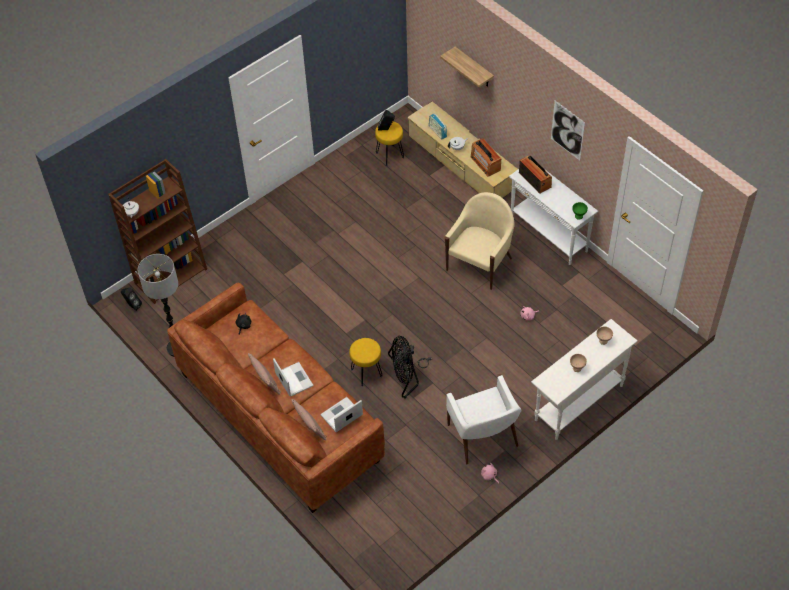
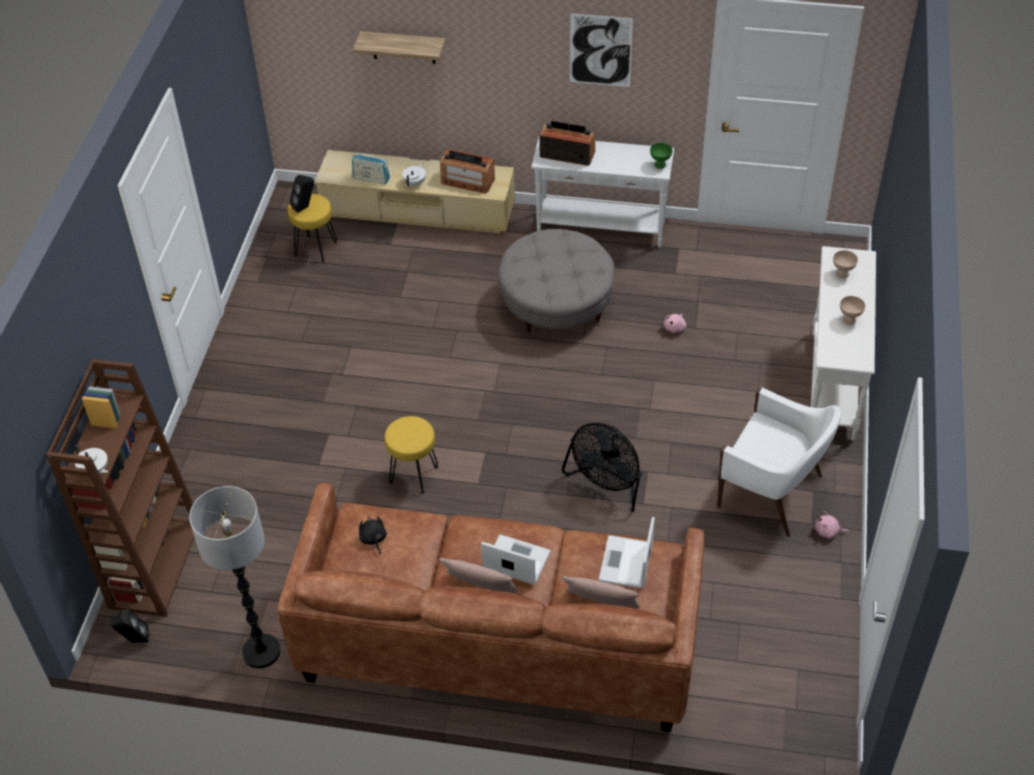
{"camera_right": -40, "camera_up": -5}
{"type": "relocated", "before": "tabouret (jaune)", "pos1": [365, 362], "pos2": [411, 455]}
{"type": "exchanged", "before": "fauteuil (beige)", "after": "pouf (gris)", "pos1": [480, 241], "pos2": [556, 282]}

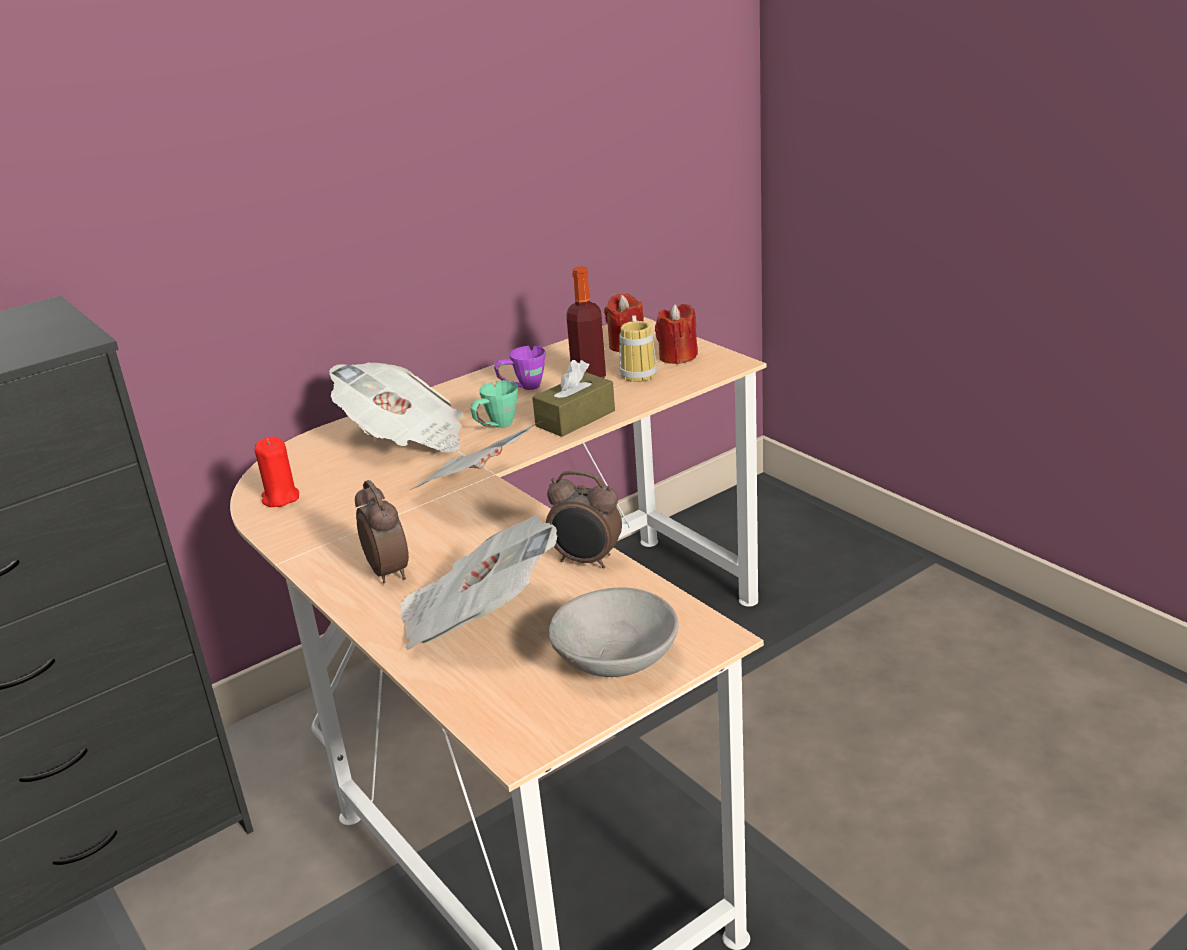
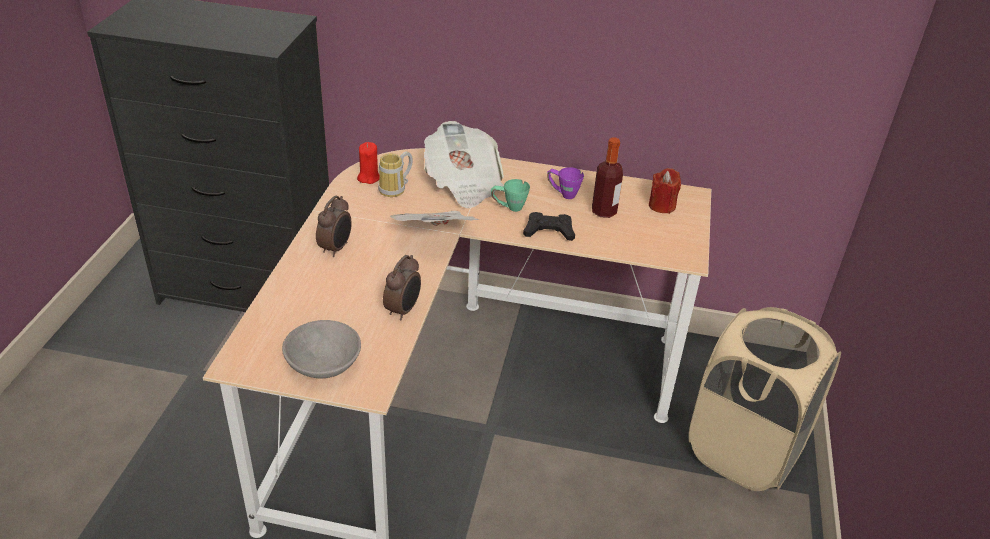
{"camera_right": 45, "camera_up": 10}
{"type": "relocated", "before": "mug", "pos1": [638, 348], "pos2": [395, 174]}
{"type": "spun", "before": "réveil", "pos1": [584, 519], "pos2": [402, 288], "turn": -135}
{"type": "exchanged", "before": "boîte à mouchoirs (marron)", "after": "manette (noir)", "pos1": [573, 398], "pos2": [549, 226]}
{"type": "appeared", "after": "panier à linge (beige)", "pos2": [764, 399]}
{"type": "missing", "before": "journal", "pos1": [478, 582]}
{"type": "missing", "before": "bougie (rouge)", "pos1": [676, 334]}

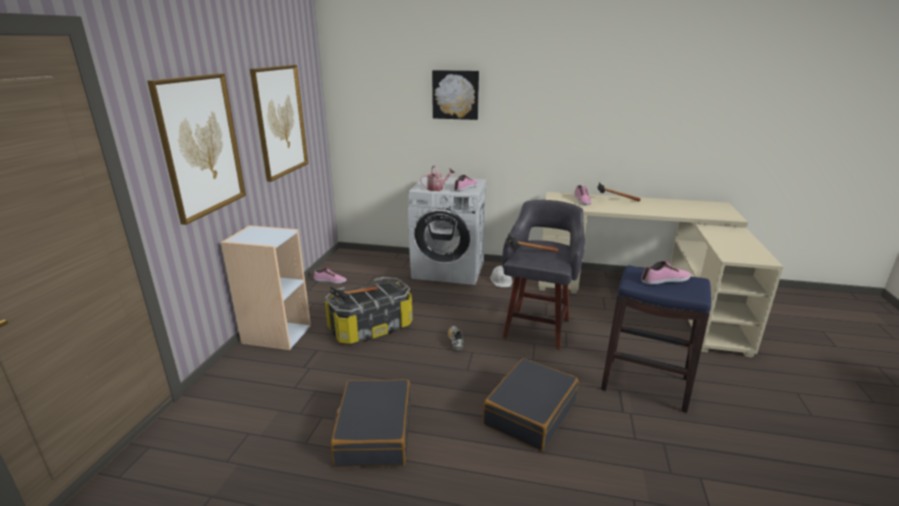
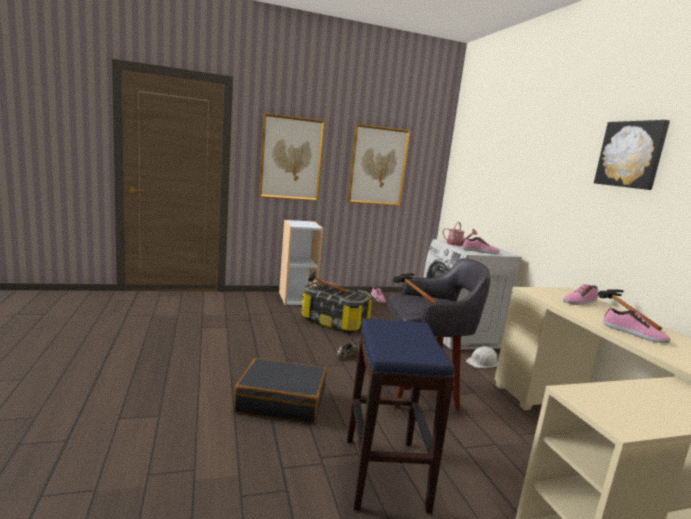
{"camera_right": 60, "camera_up": -10}
{"type": "relocated", "before": "tableau", "pos1": [455, 95], "pos2": [632, 155]}
{"type": "relocated", "before": "chaussure", "pos1": [666, 273], "pos2": [636, 325]}
{"type": "missing", "before": "valise (noir)", "pos1": [371, 423]}

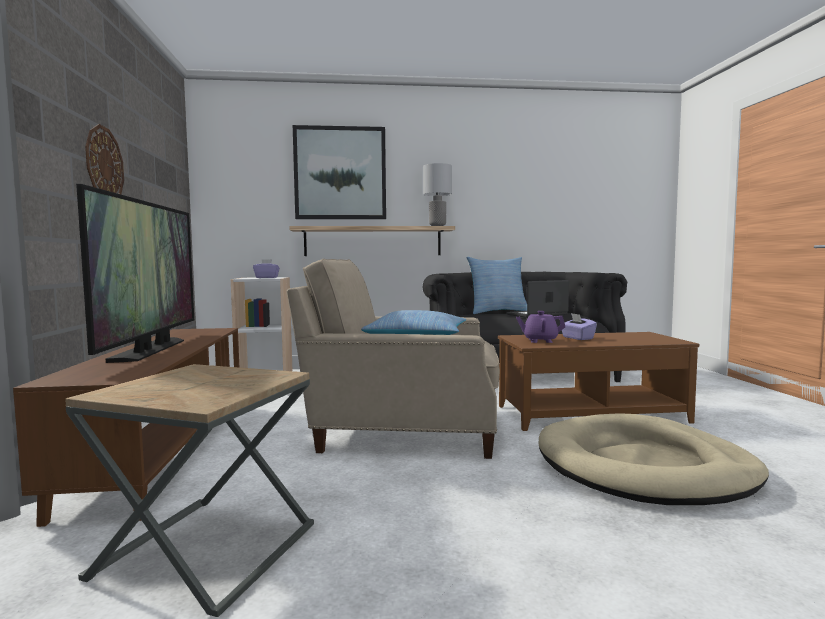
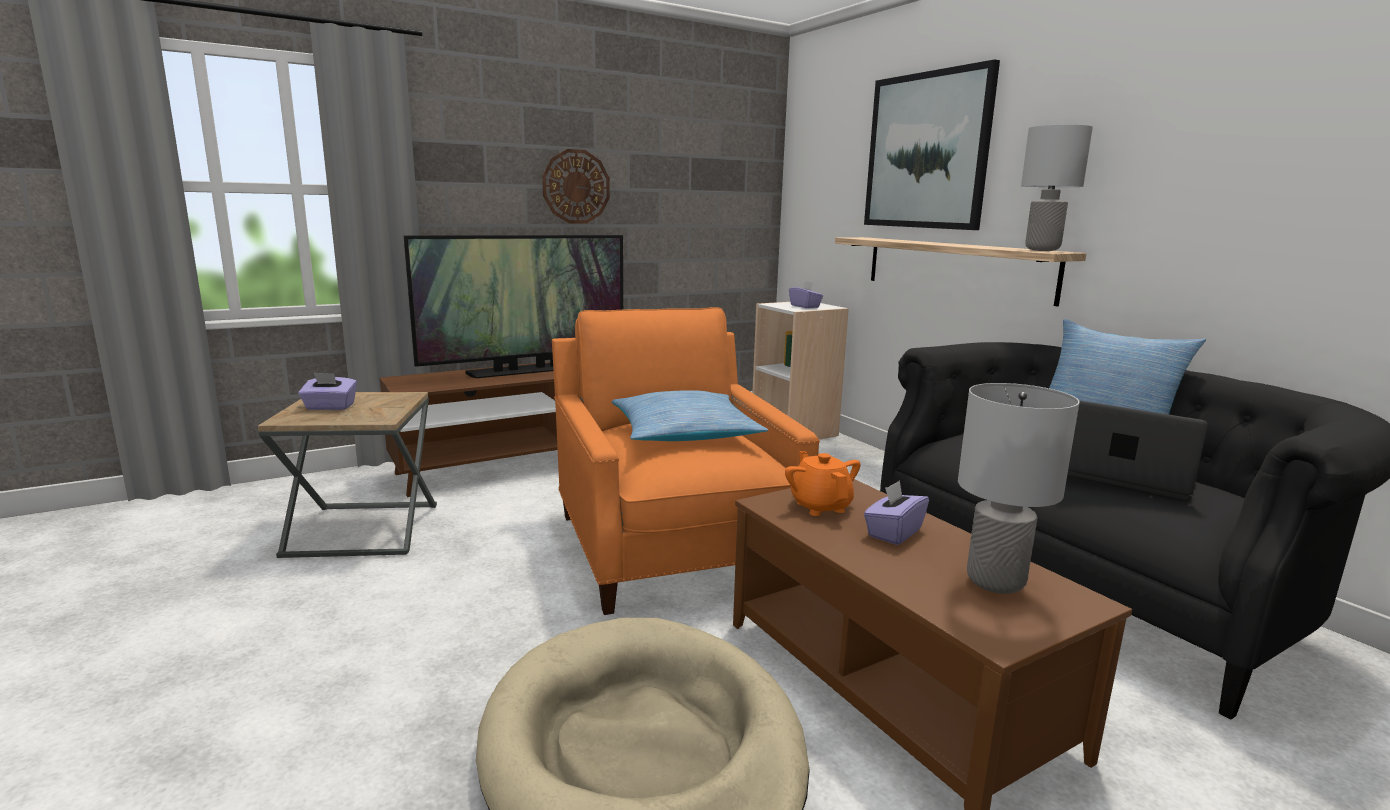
{"camera_right": 65, "camera_up": 10}
{"type": "appeared", "after": "boîte à mouchoirs (violet)", "pos2": [327, 391]}
{"type": "colour", "before": "fauteuil (beige)", "after": "fauteuil (orange)", "pos1": [393, 359], "pos2": [686, 461]}
{"type": "colour", "before": "théière (violet)", "after": "théière (orange)", "pos1": [540, 327], "pos2": [823, 483]}
{"type": "appeared", "after": "lampe de table (gris)", "pos2": [1019, 488]}

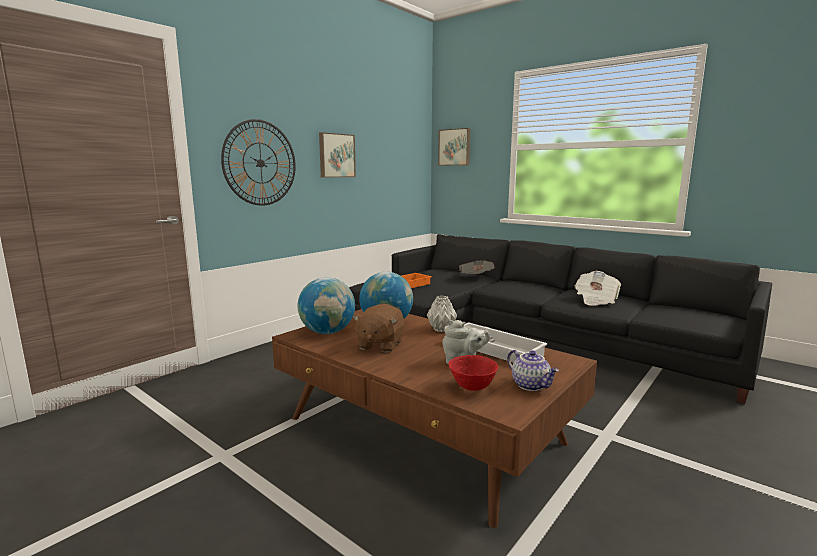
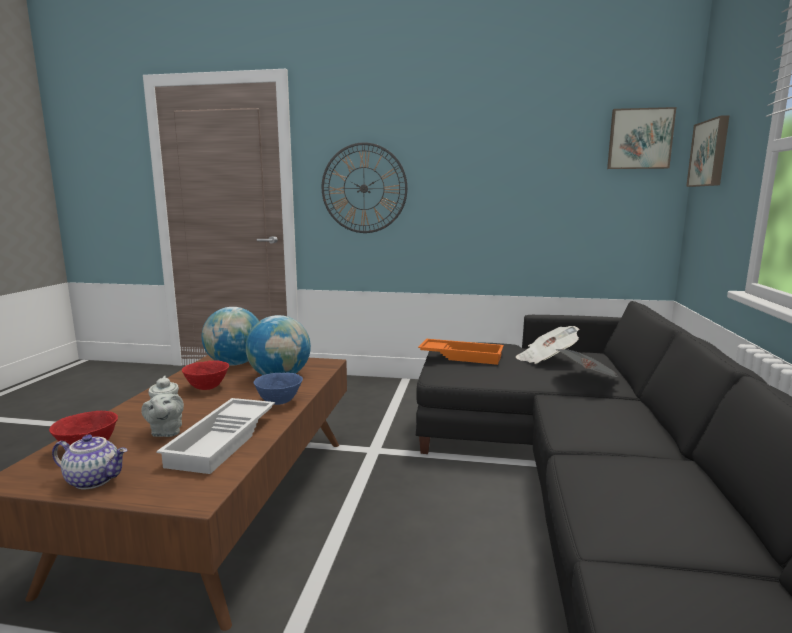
{"camera_right": 60, "camera_up": 0}
{"type": "spun", "before": "théière", "pos1": [533, 370], "pos2": [89, 461], "turn": -105}
{"type": "exchanged", "before": "peluche (marron)", "after": "bol (rouge)", "pos1": [378, 328], "pos2": [205, 375]}
{"type": "exchanged", "before": "vase (gris)", "after": "bol (bleu)", "pos1": [442, 314], "pos2": [278, 388]}
{"type": "relocated", "before": "journal", "pos1": [598, 288], "pos2": [547, 345]}
{"type": "relocated", "before": "tableau", "pos1": [337, 154], "pos2": [641, 138]}

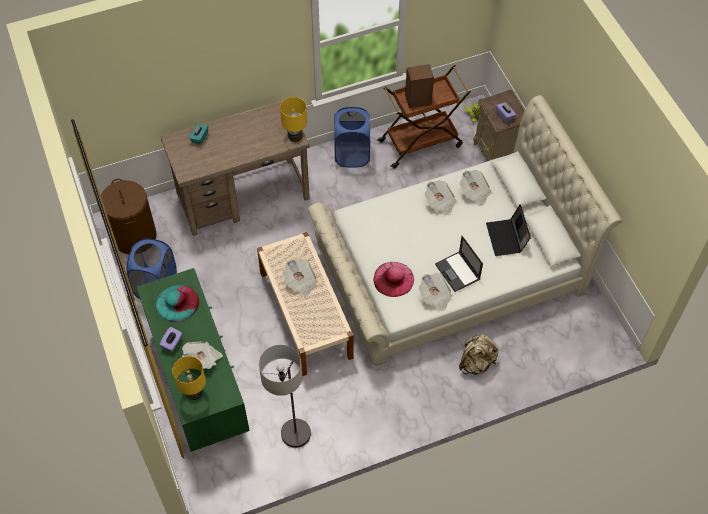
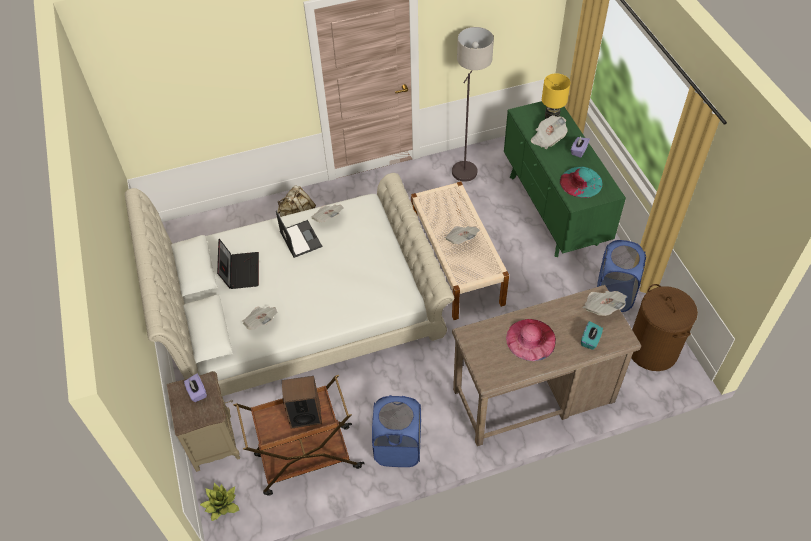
{"camera_right": -175, "camera_up": -5}
{"type": "relocated", "before": "chapeau (rose)", "pos1": [394, 279], "pos2": [531, 340]}
{"type": "relocated", "before": "journal", "pos1": [441, 197], "pos2": [605, 303]}
{"type": "missing", "before": "lampe de table (jaune)", "pos1": [293, 119]}

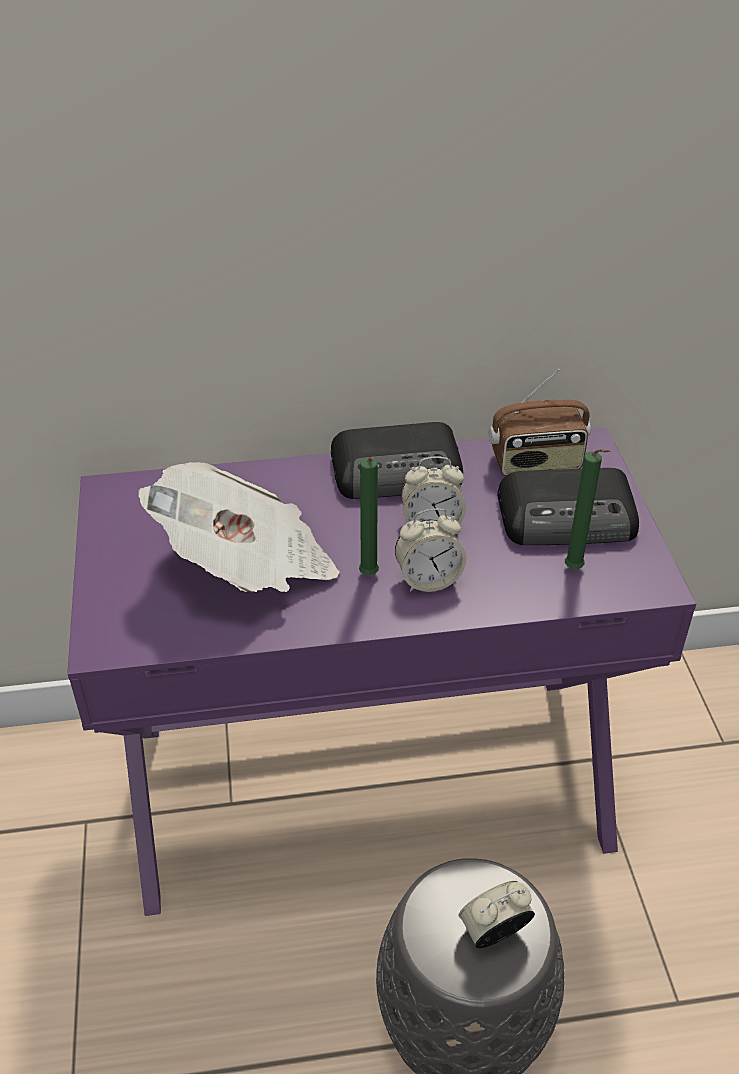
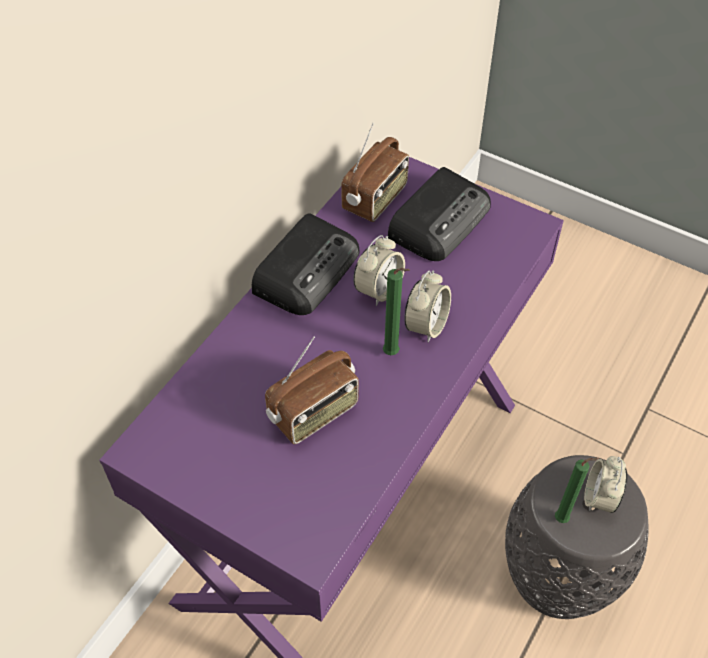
{"camera_right": -50, "camera_up": 10}
{"type": "exchanged", "before": "journal", "after": "radio", "pos1": [239, 527], "pos2": [312, 390]}
{"type": "relocated", "before": "bougie (vert)", "pos1": [587, 509], "pos2": [577, 490]}

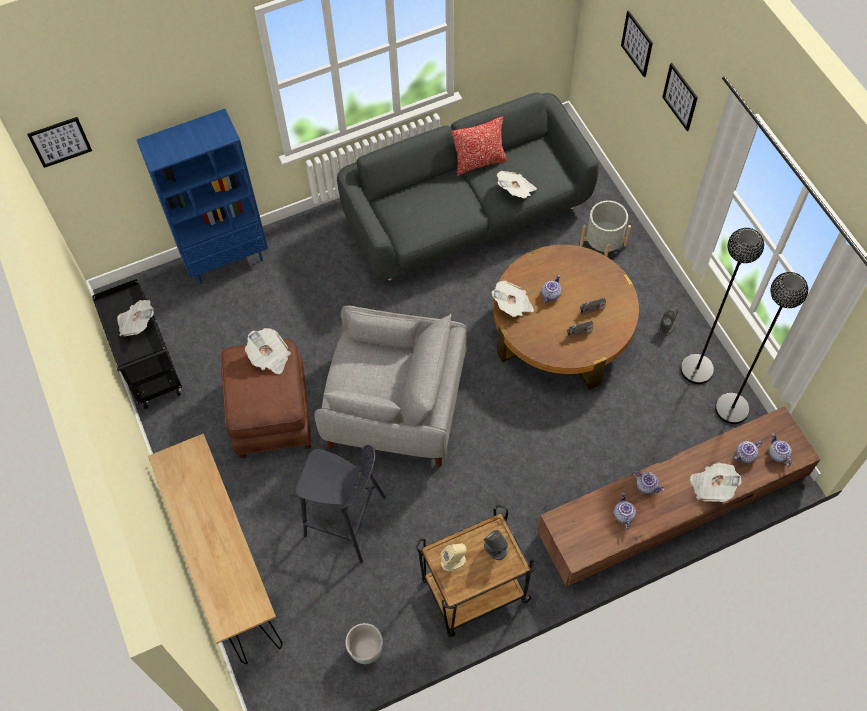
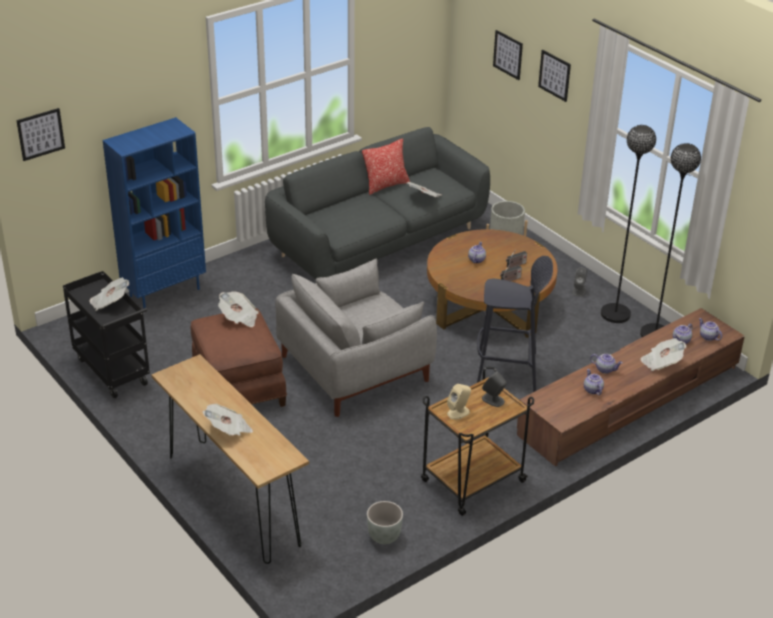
{"camera_right": -15, "camera_up": -25}
{"type": "relocated", "before": "journal", "pos1": [513, 299], "pos2": [227, 420]}
{"type": "spun", "before": "fauteuil (gris)", "pos1": [390, 386], "pos2": [356, 338], "turn": 150}
{"type": "relocated", "before": "tabouret (gris)", "pos1": [340, 504], "pos2": [515, 324]}

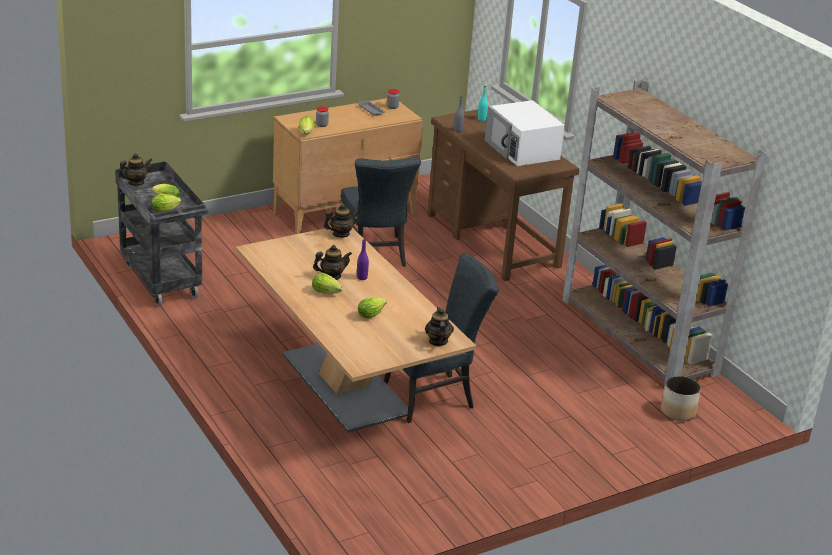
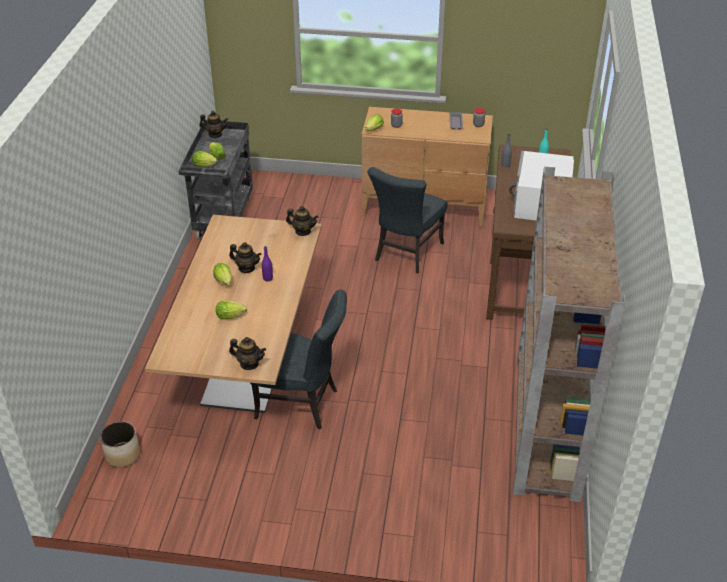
{"camera_right": 40, "camera_up": 10}
{"type": "relocated", "before": "cache-pot", "pos1": [681, 398], "pos2": [120, 444]}
{"type": "spun", "before": "théière", "pos1": [439, 326], "pos2": [247, 353], "turn": 75}

